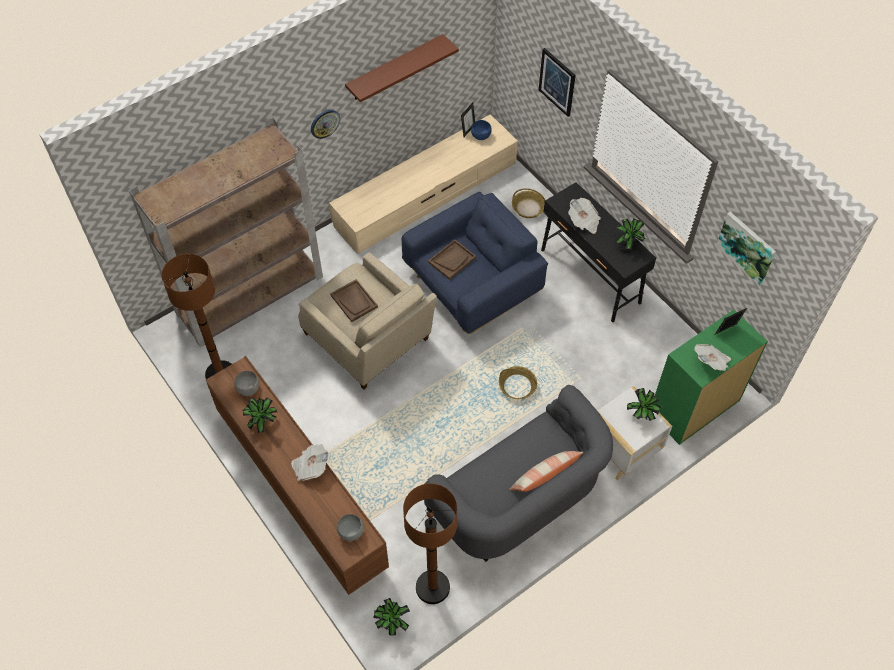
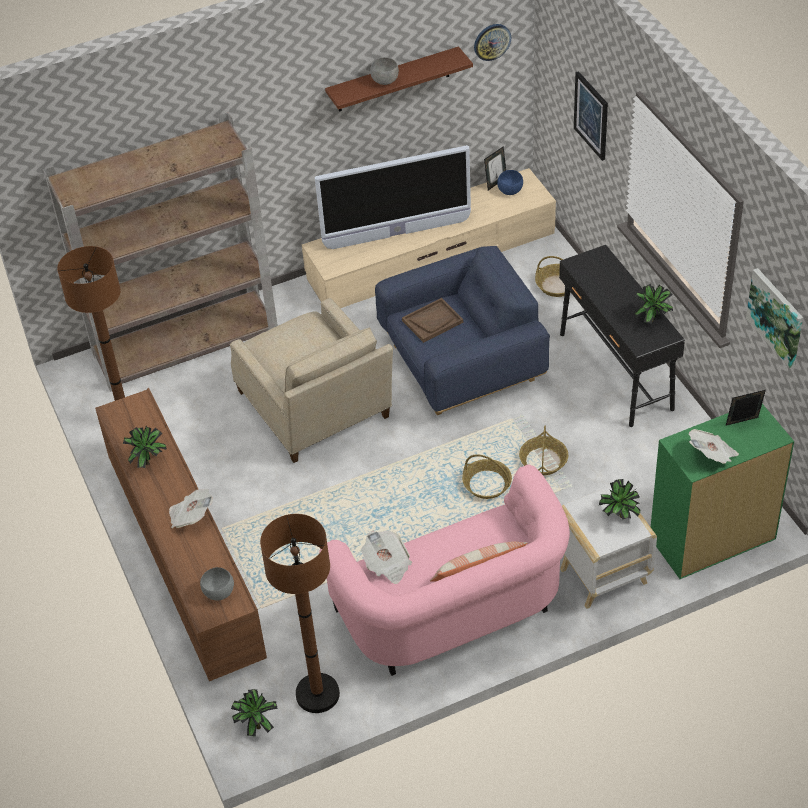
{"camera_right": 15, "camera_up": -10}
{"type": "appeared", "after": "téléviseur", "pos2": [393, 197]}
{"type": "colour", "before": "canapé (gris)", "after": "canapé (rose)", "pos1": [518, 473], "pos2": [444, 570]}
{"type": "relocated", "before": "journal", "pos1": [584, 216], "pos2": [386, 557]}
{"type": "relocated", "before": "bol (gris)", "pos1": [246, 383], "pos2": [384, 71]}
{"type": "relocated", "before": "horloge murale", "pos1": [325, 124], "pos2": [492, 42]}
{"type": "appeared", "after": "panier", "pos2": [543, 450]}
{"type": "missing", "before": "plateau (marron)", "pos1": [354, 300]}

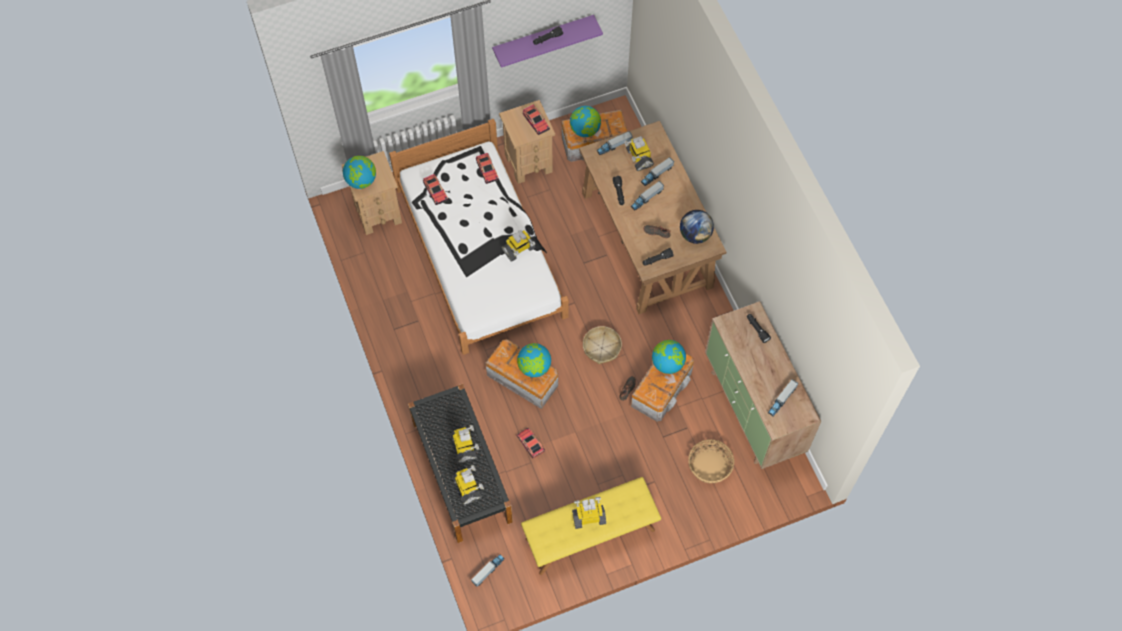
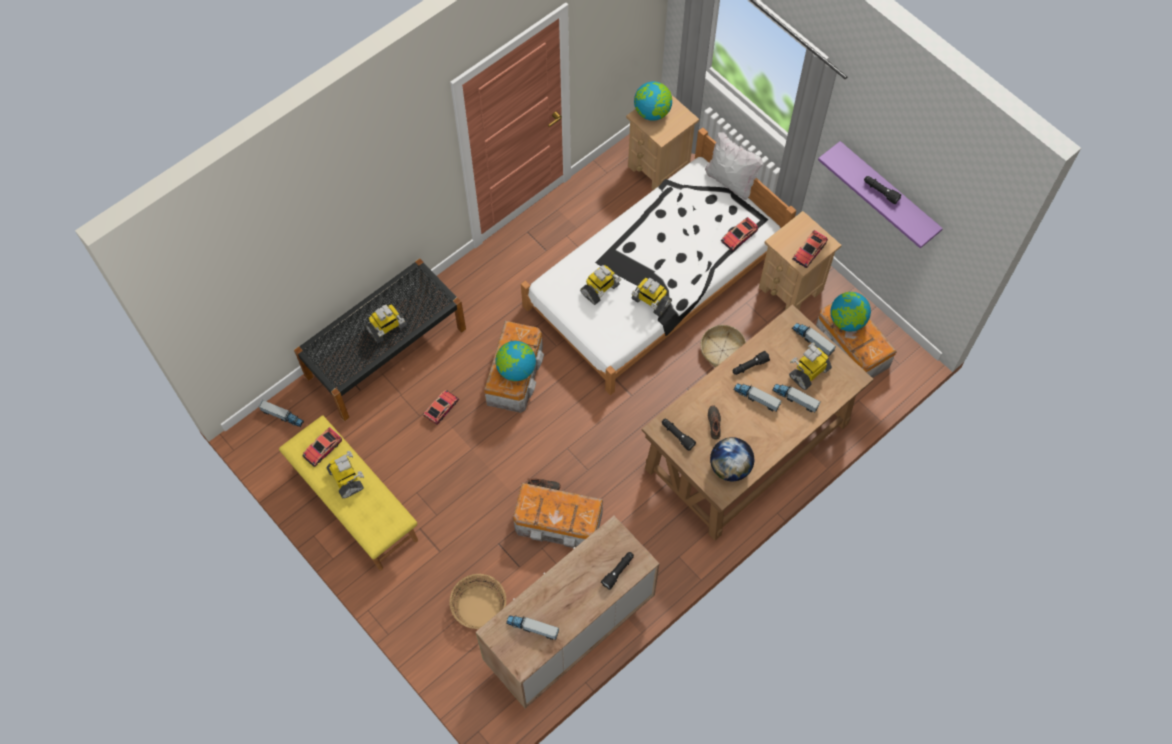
{"camera_right": 70, "camera_up": 0}
{"type": "relocated", "before": "petite voiture", "pos1": [435, 189], "pos2": [322, 447]}
{"type": "relocated", "before": "robot jouet", "pos1": [468, 485], "pos2": [600, 285]}
{"type": "relocated", "before": "panier", "pos1": [602, 345], "pos2": [723, 346]}
{"type": "appeared", "after": "coussin (blanc)", "pos2": [734, 166]}
{"type": "missing", "before": "globe", "pos1": [669, 357]}

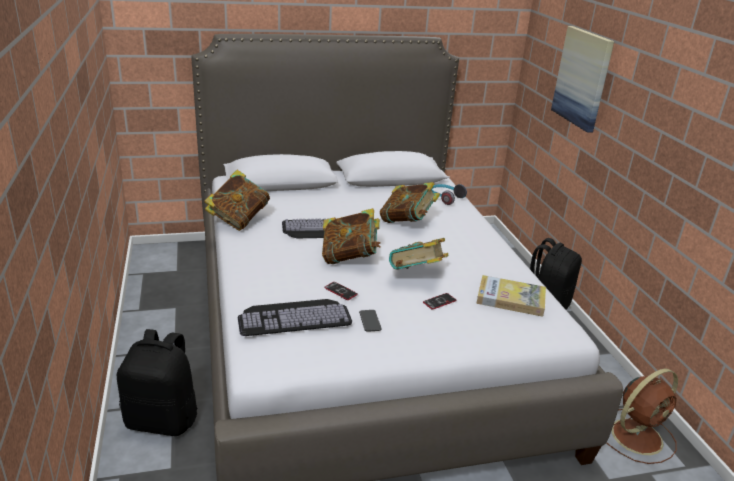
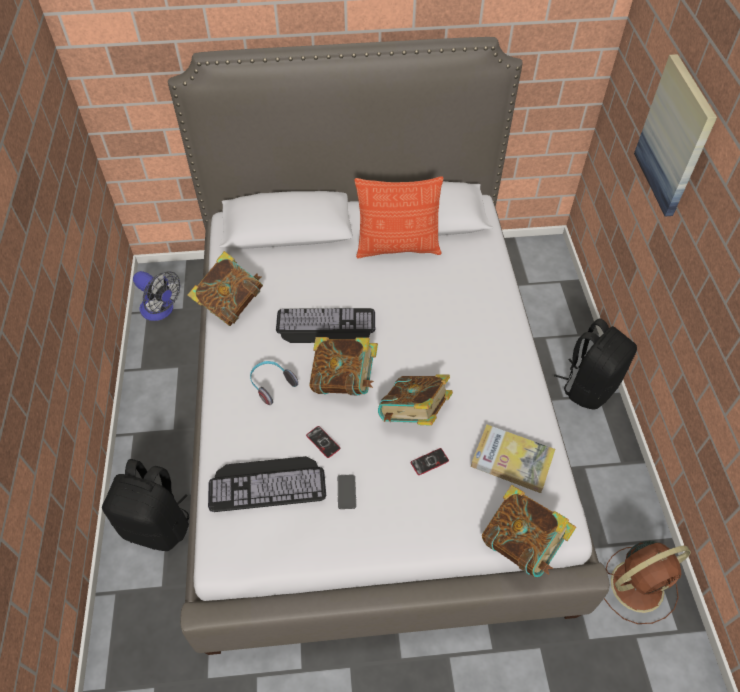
{"camera_right": 10, "camera_up": 25}
{"type": "appeared", "after": "ventilateur", "pos2": [156, 296]}
{"type": "relocated", "before": "casque audio", "pos1": [449, 194], "pos2": [274, 383]}
{"type": "appeared", "after": "coussin (orange)", "pos2": [399, 217]}
{"type": "relocated", "before": "livre", "pos1": [410, 202], "pos2": [529, 531]}

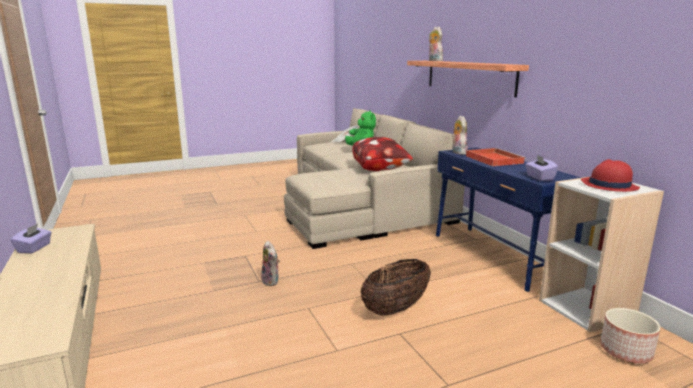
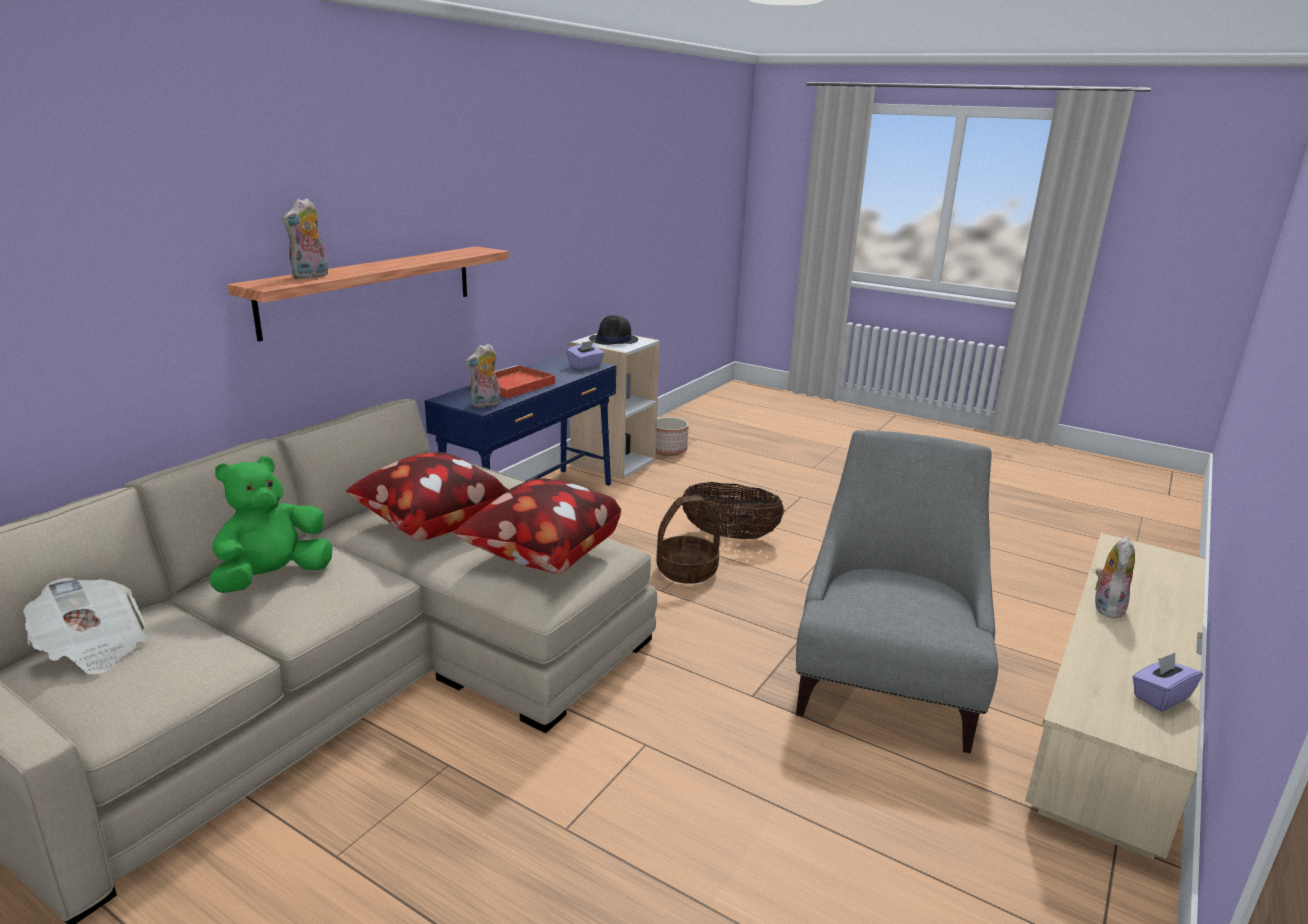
{"camera_right": -125, "camera_up": 5}
{"type": "appeared", "after": "coussin", "pos2": [537, 526]}
{"type": "colour", "before": "chapeau (rouge)", "after": "chapeau (noir)", "pos1": [610, 175], "pos2": [613, 330]}
{"type": "appeared", "after": "panier", "pos2": [688, 539]}
{"type": "appeared", "after": "fauteuil (gris)", "pos2": [897, 591]}
{"type": "relocated", "before": "peluche", "pos1": [270, 263], "pos2": [1115, 577]}

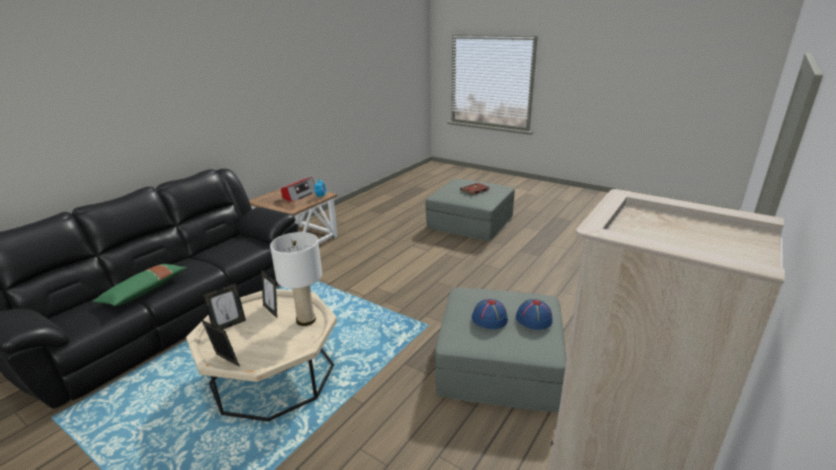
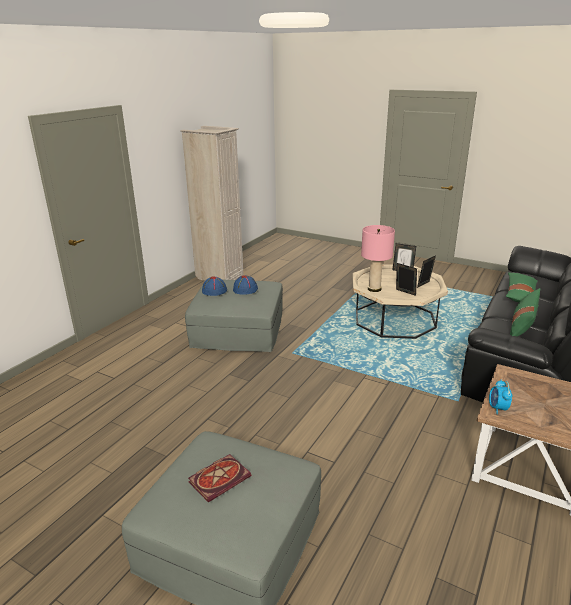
{"camera_right": 175, "camera_up": 0}
{"type": "colour", "before": "lampe de table (blanc)", "after": "lampe de table (rose)", "pos1": [296, 279], "pos2": [378, 258]}
{"type": "appeared", "after": "coussin (vert)", "pos2": [525, 312]}
{"type": "missing", "before": "radio", "pos1": [298, 189]}

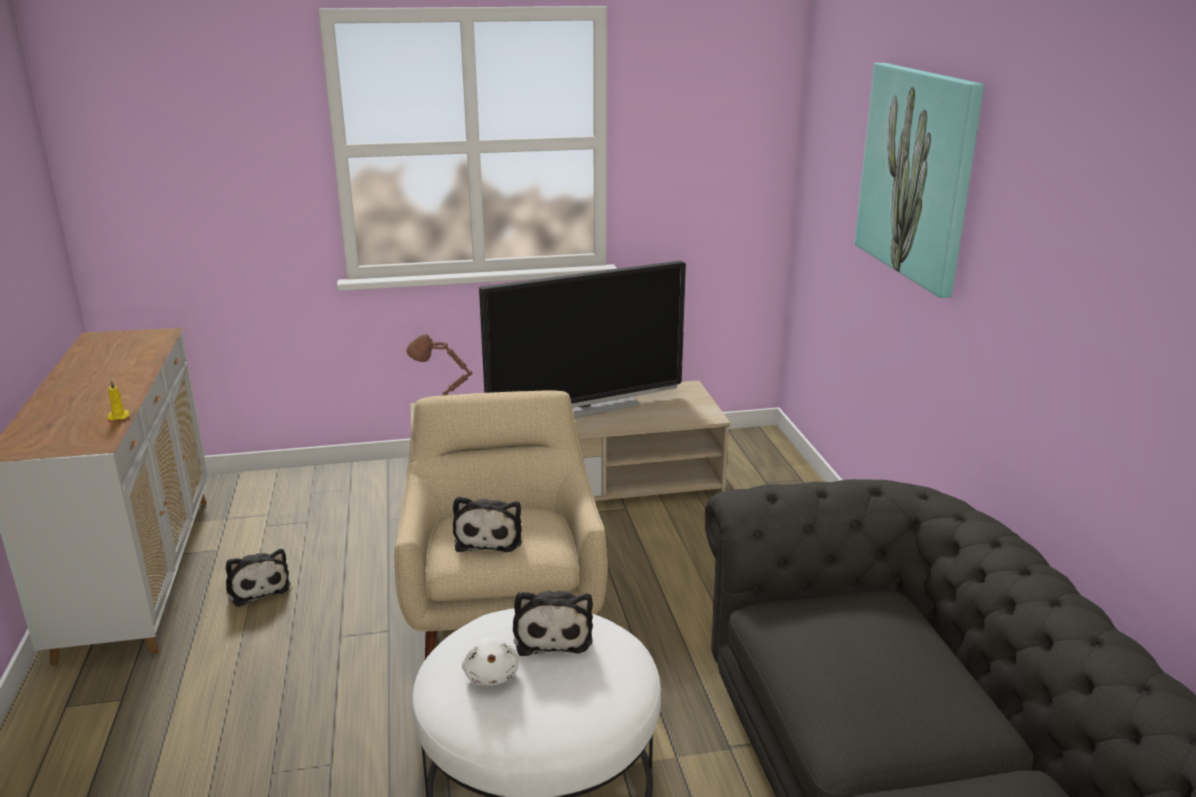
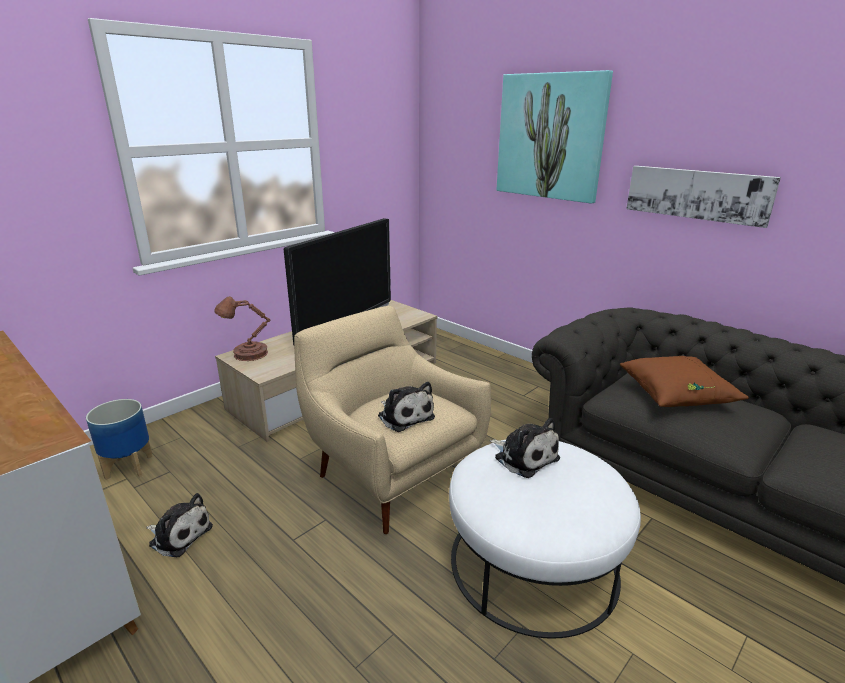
{"camera_right": -35, "camera_up": 0}
{"type": "appeared", "after": "cache-pot", "pos2": [119, 439]}
{"type": "appeared", "after": "coussin (marron)", "pos2": [684, 381]}
{"type": "appeared", "after": "tableau", "pos2": [704, 197]}
{"type": "missing", "before": "bougie (jaune)", "pos1": [118, 400]}
{"type": "missing", "before": "peluche (blanc)", "pos1": [490, 661]}

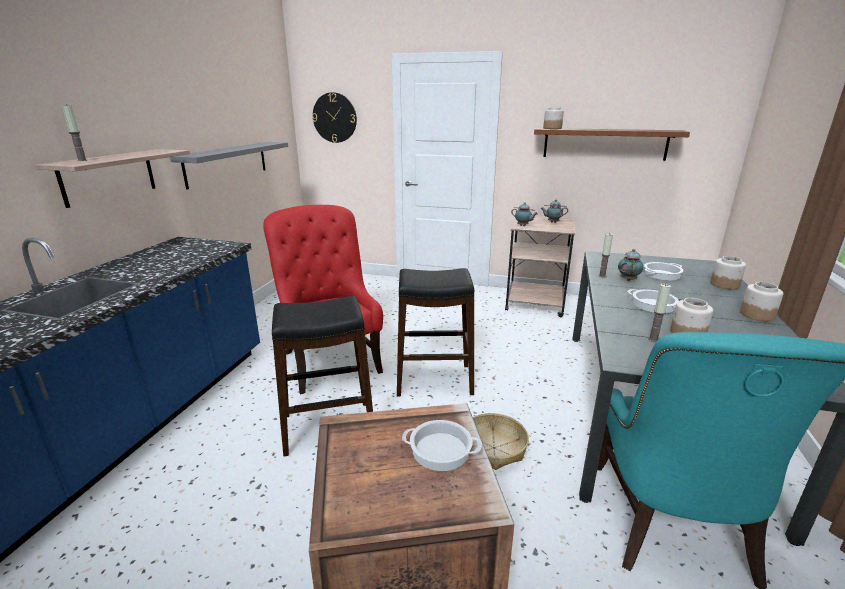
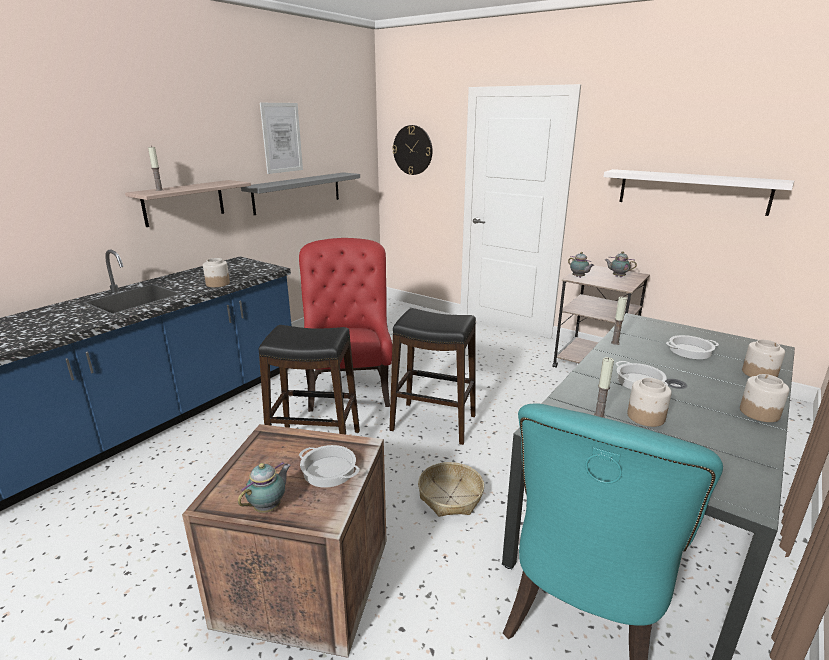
{"camera_right": 20, "camera_up": 0}
{"type": "relocated", "before": "bocal", "pos1": [553, 118], "pos2": [216, 272]}
{"type": "relocated", "before": "théière", "pos1": [630, 265], "pos2": [264, 487]}
{"type": "appeared", "after": "tableau", "pos2": [281, 138]}
{"type": "colour", "before": "étagère (marron)", "after": "étagère (blanc)", "pos1": [612, 144], "pos2": [699, 192]}

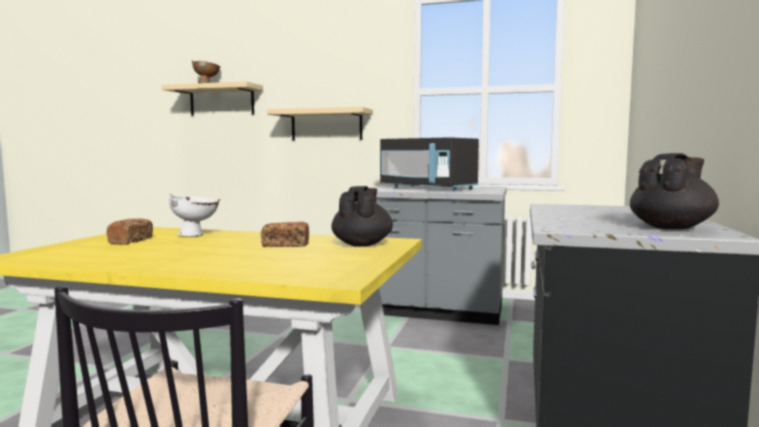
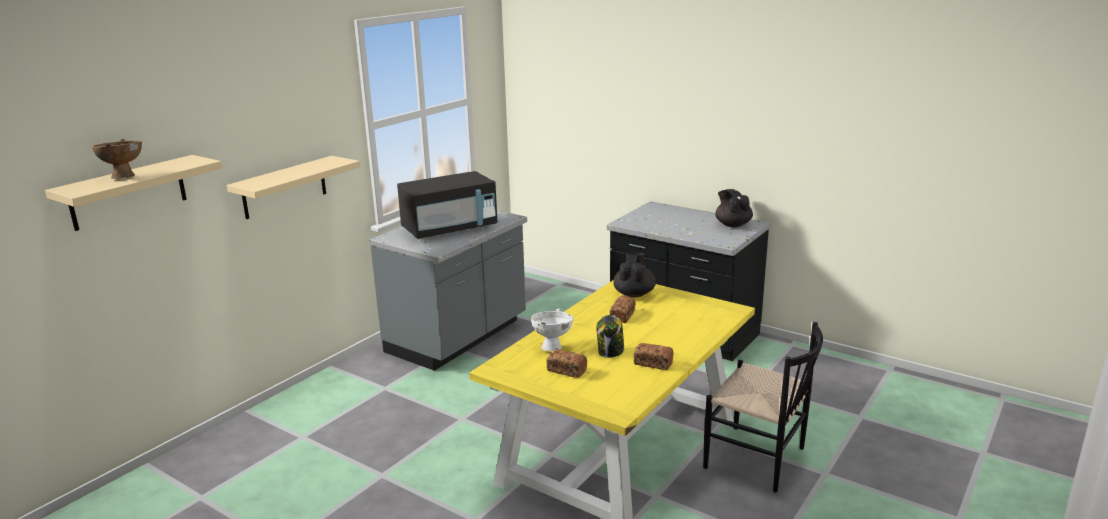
{"camera_right": -70, "camera_up": 15}
{"type": "appeared", "after": "bocal", "pos2": [610, 336]}
{"type": "spun", "before": "théière (noir)", "pos1": [362, 216], "pos2": [634, 275], "turn": 75}
{"type": "appeared", "after": "pain", "pos2": [654, 356]}

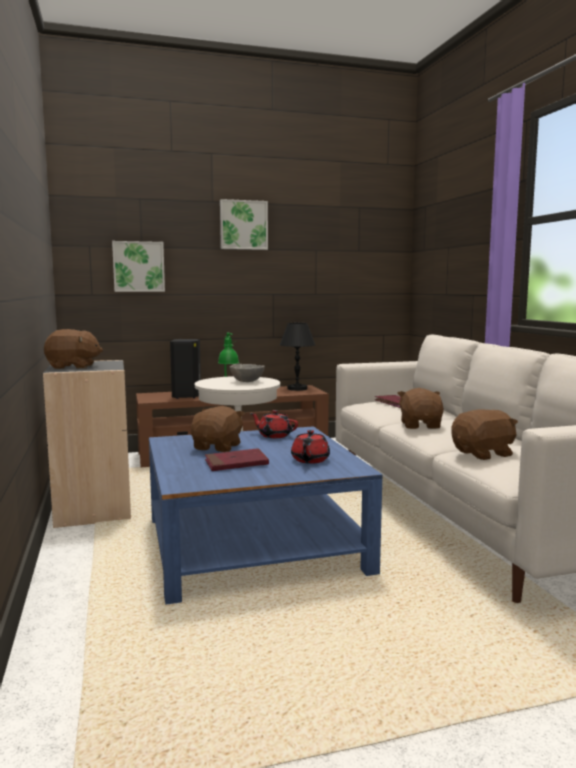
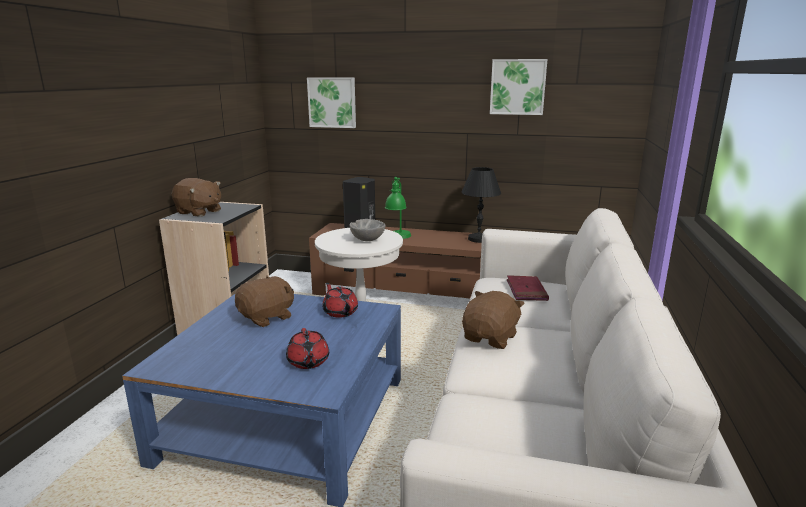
{"camera_right": 30, "camera_up": 10}
{"type": "spun", "before": "théière (rouge)", "pos1": [310, 447], "pos2": [307, 348], "turn": -60}
{"type": "relocated", "before": "tableau", "pos1": [244, 224], "pos2": [519, 87]}
{"type": "missing", "before": "livre (rouge)", "pos1": [237, 459]}
{"type": "missing", "before": "peluche (marron)", "pos1": [484, 435]}

